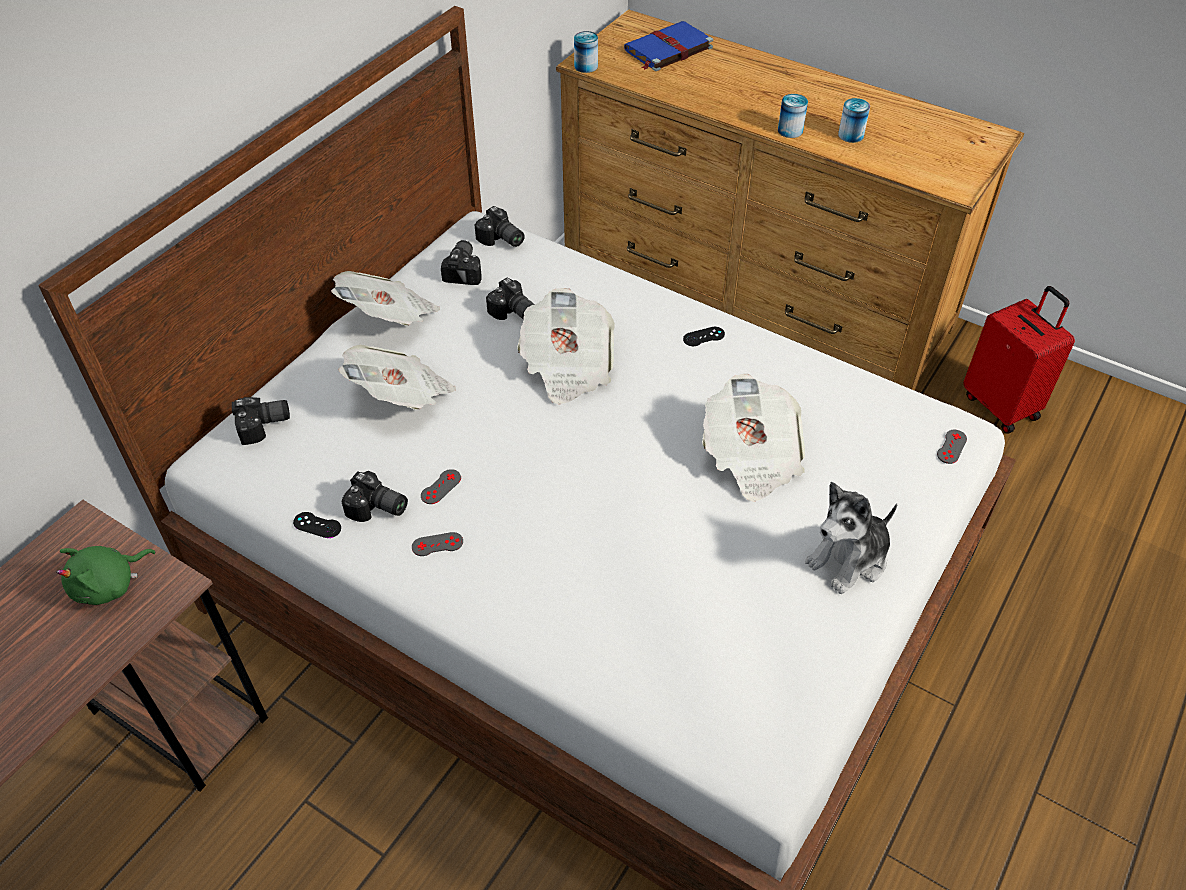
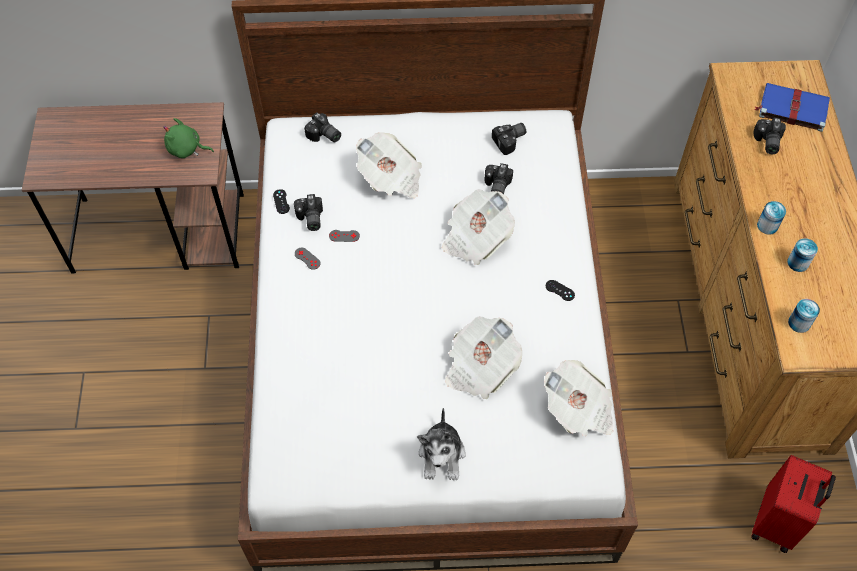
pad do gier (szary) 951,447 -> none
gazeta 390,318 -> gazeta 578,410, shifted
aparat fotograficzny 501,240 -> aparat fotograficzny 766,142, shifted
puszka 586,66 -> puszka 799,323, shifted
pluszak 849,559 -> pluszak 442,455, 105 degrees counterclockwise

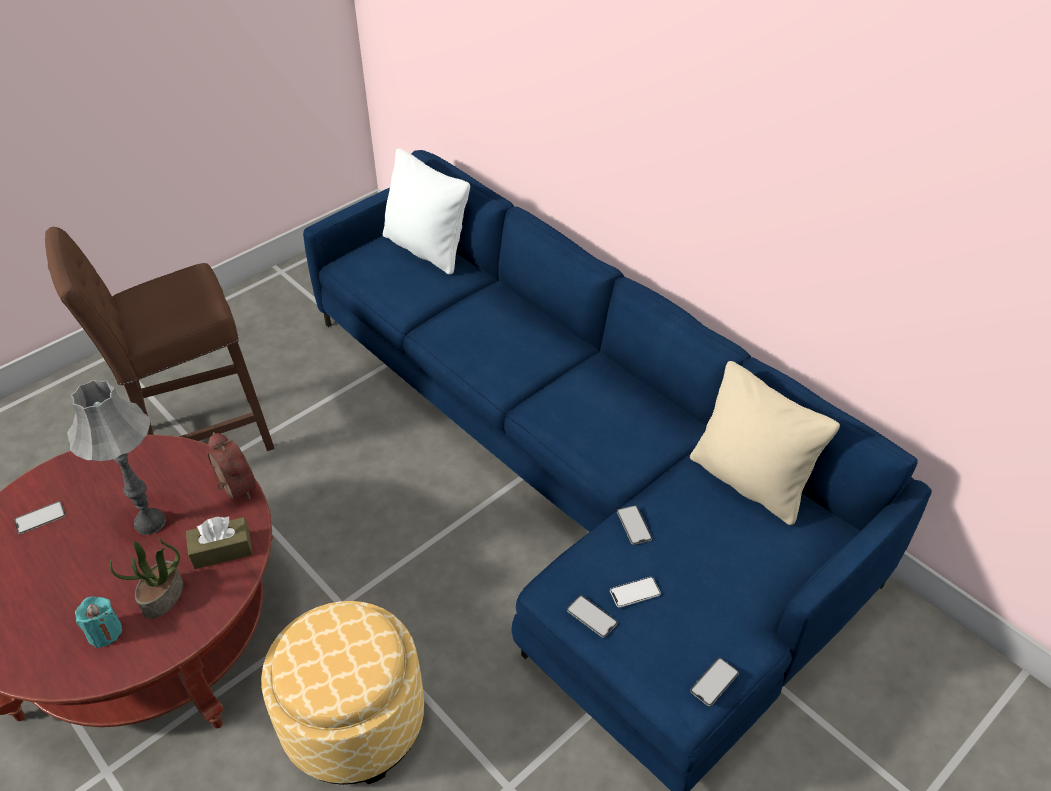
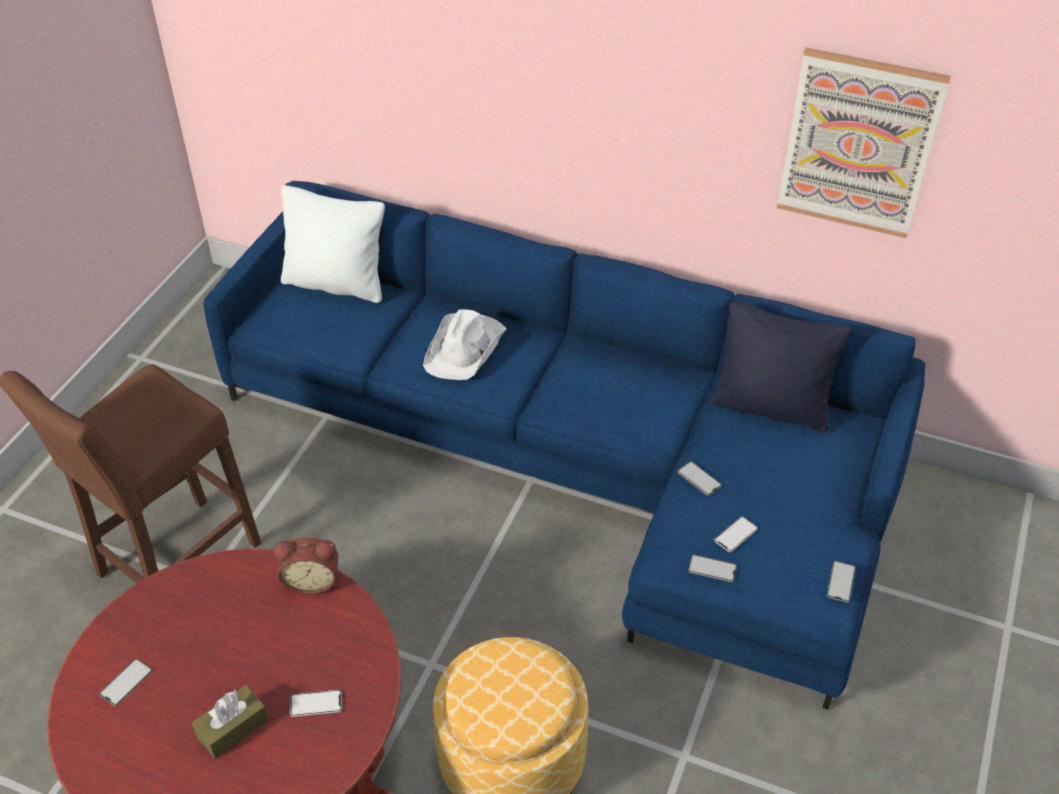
lampa stołowa (szary) 150,522 -> none
świeca (turkusowy) 105,632 -> none
none -> kapelusz (biały) 466,348
none -> obraz 858,144
pudełko chusteczek (brązowy) 222,550 -> pudełko chusteczek (brązowy) 233,728, shifted
roślina doniczkowa 163,597 -> telefon 316,704
poduszka (beżowy) 749,481 -> poduszka (czarny) 770,407
budzik 234,488 -> budzik 312,580, 150 degrees clockwise

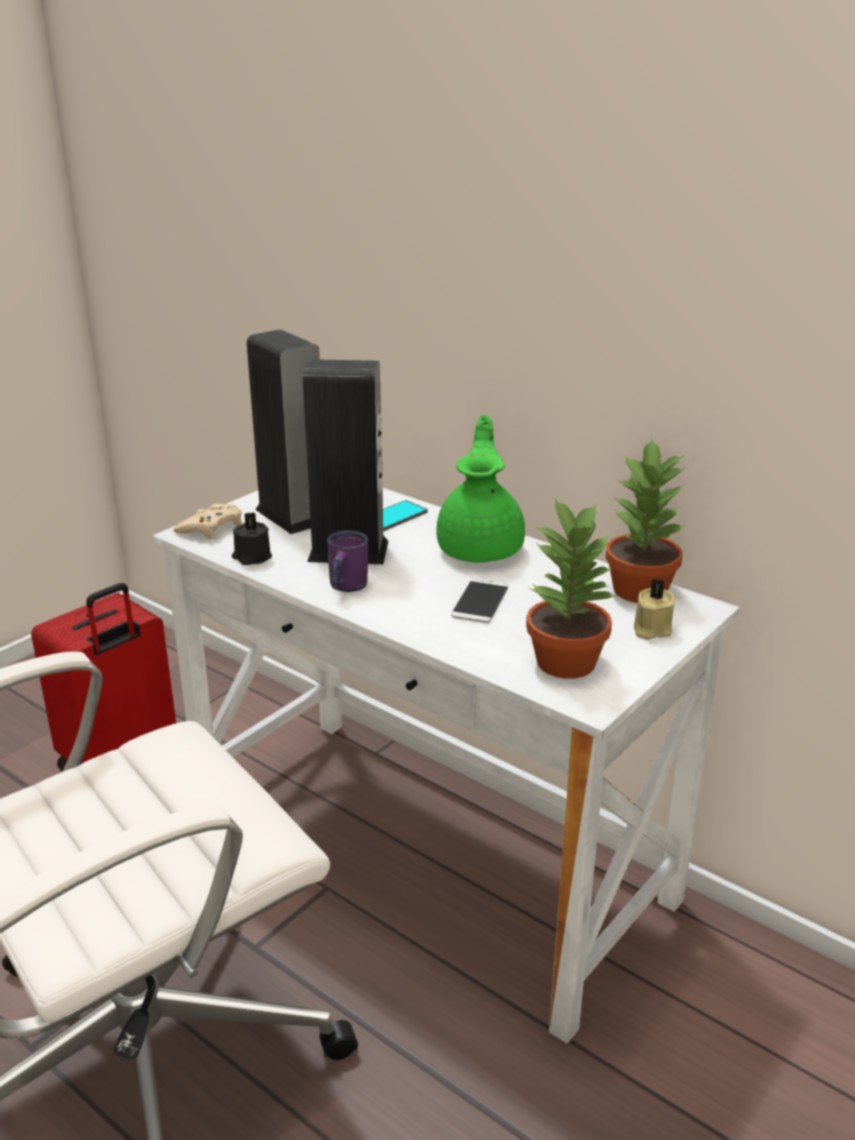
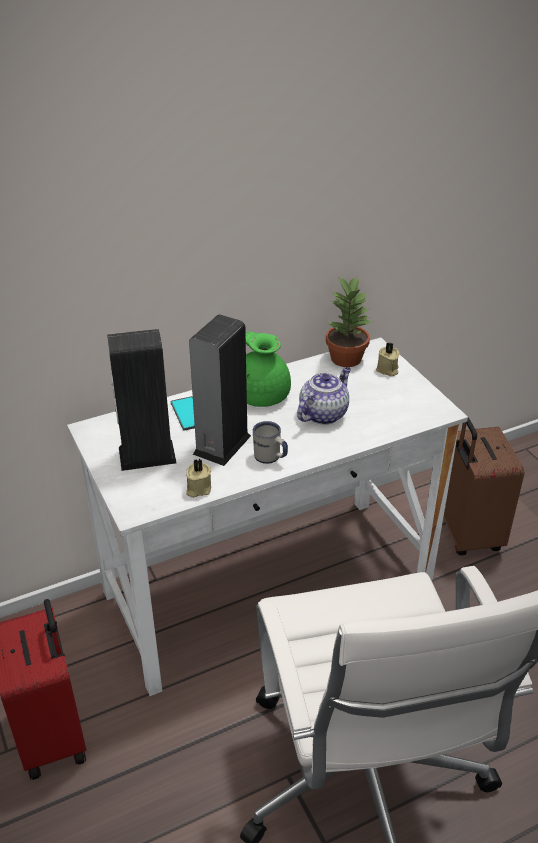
pad do gier (beżowy) 211,528 -> none
roślina doniczkowa 566,661 -> none
none -> walizka (brązowy) 467,534
telefon 480,602 -> imbryk 323,413
świeca (czarny) 251,557 -> świeca (beżowy) 198,488
kubek (fioletowy) 345,587 -> kubek (biały) 270,458

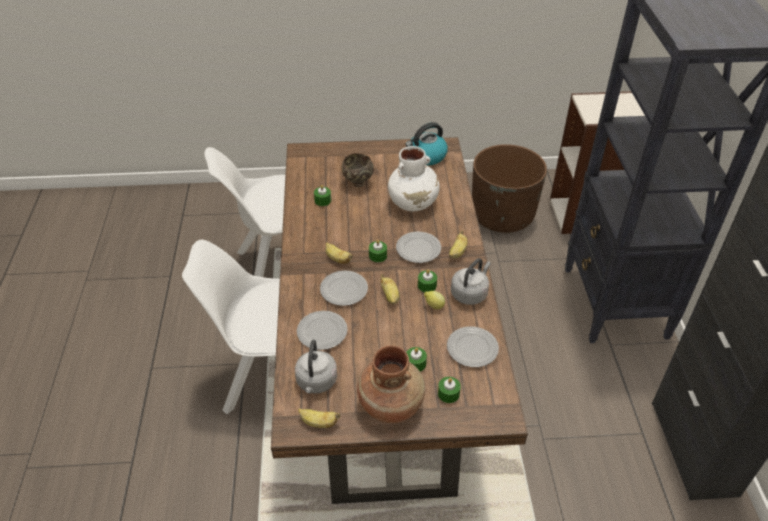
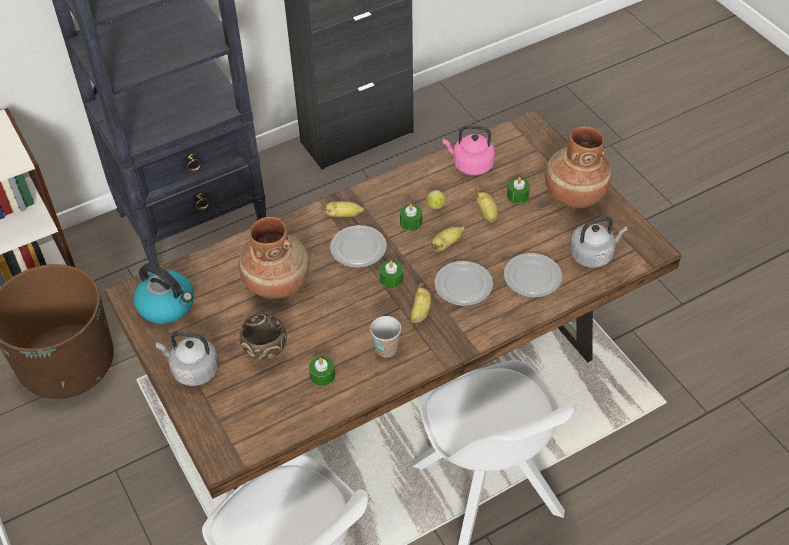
świeca (zielony) 448,394 -> none
none -> filiżanka 386,349
banan 318,423 -> banan 487,214, shifted
czajnik (szary) 470,293 -> czajnik (szary) 193,370, shifted
talerz 472,348 -> czajnik (różowy) 470,165
wazon (biały) 413,203 -> wazon (brązowy) 277,282

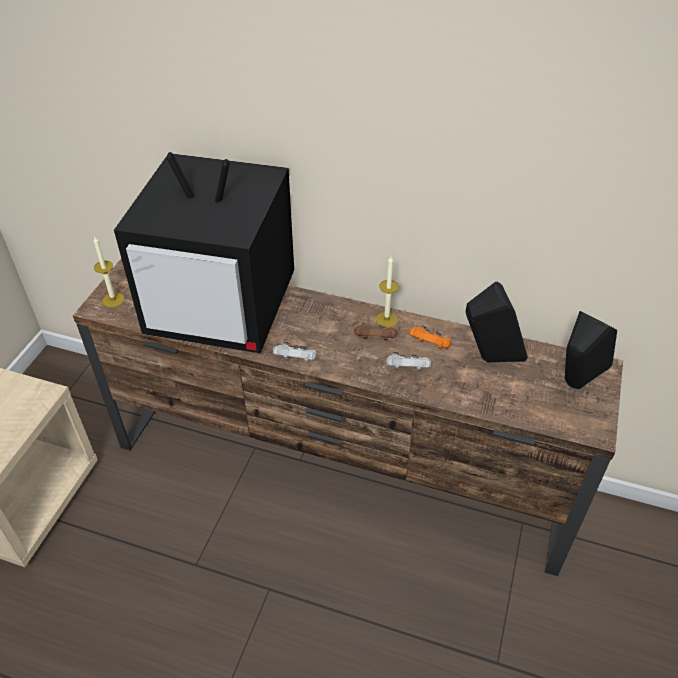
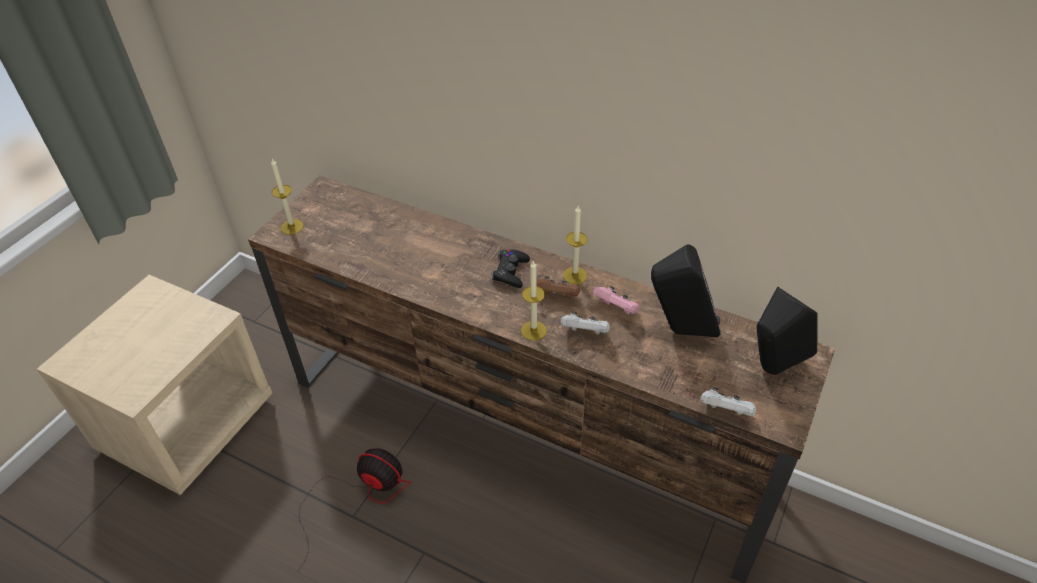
telewizor 225,309 -> none
none -> wentylator 360,496
none -> pad do gier (czarny) 510,272
none -> świeca 533,330
pad do gier (biały) 296,361 -> pad do gier (biały) 725,412, shifted
pad do gier (pomarańczowy) 430,346 -> pad do gier (różowy) 616,309

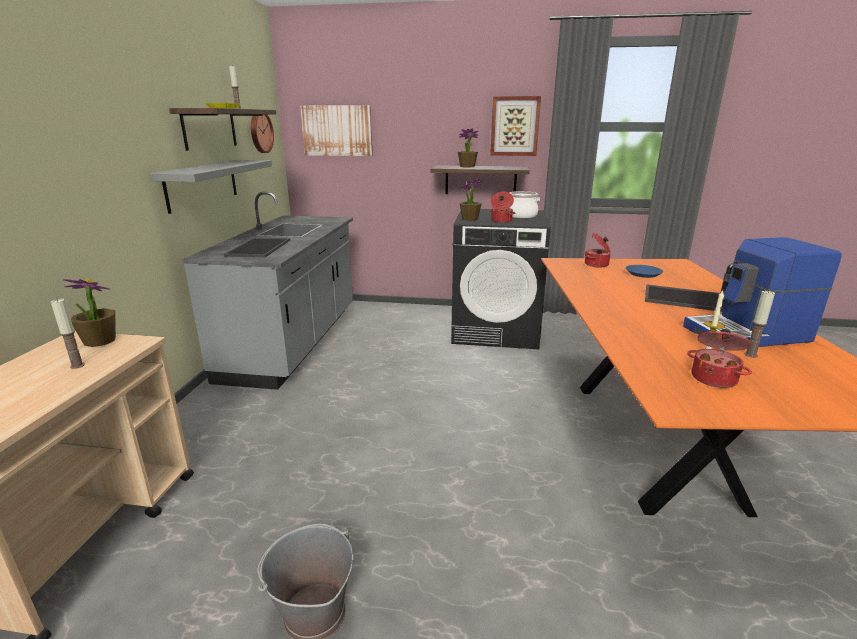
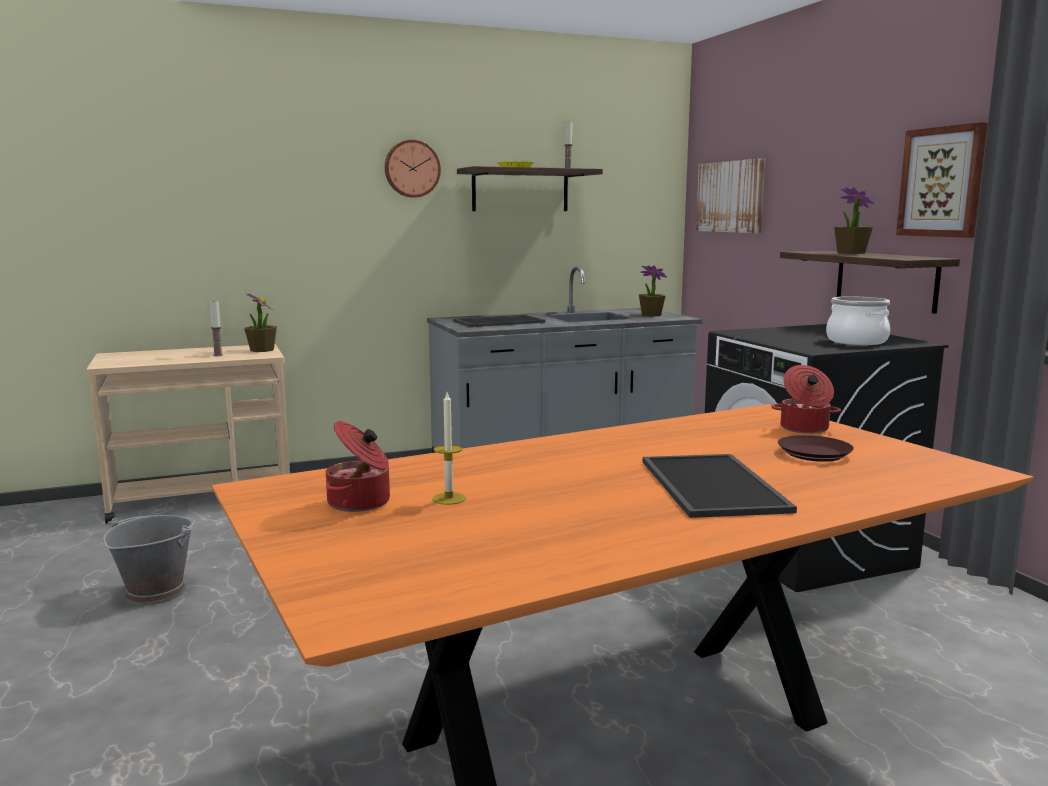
półka (szary) 202,184 -> none
garnek 501,221 -> none
ekspres do kawy 748,334 -> none
świeca 750,355 -> none
zegar ścienny 260,132 -> zegar ścienny 412,169, shifted
roślina doniczkowa 469,219 -> roślina doniczkowa 651,315, shifted
talerz (niebieski) 643,273 -> talerz (brązowy) 815,454

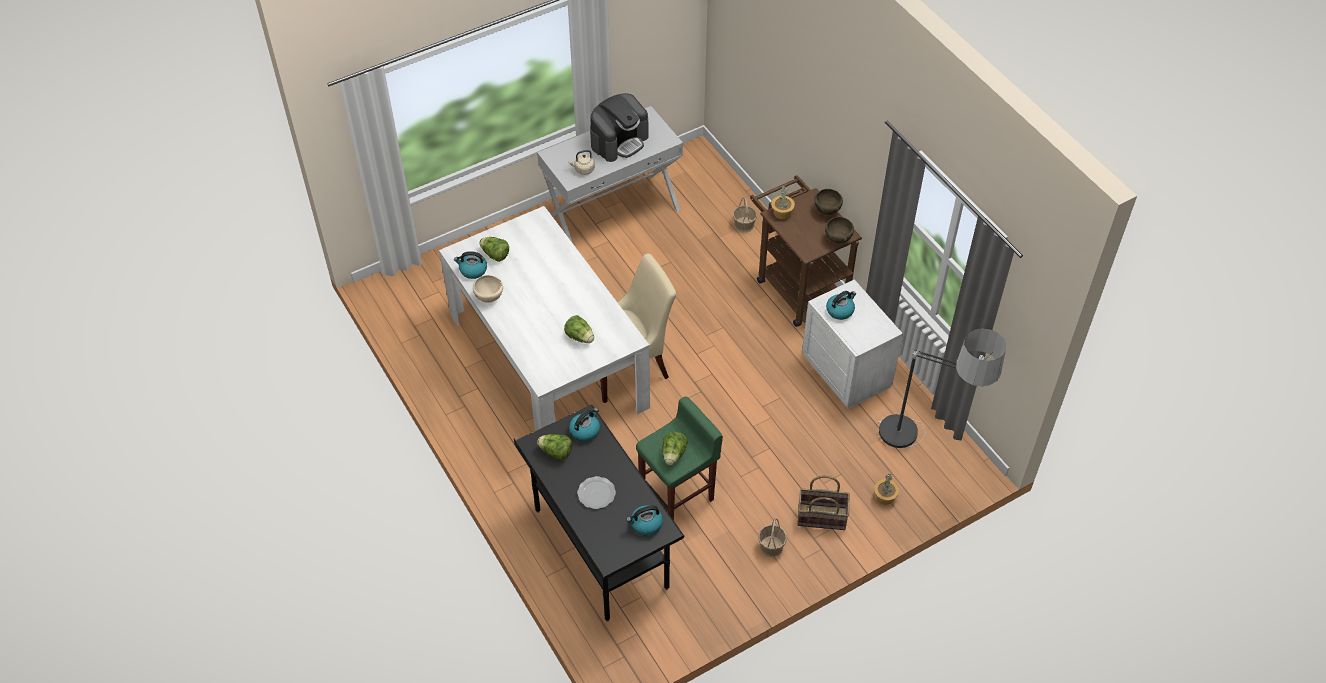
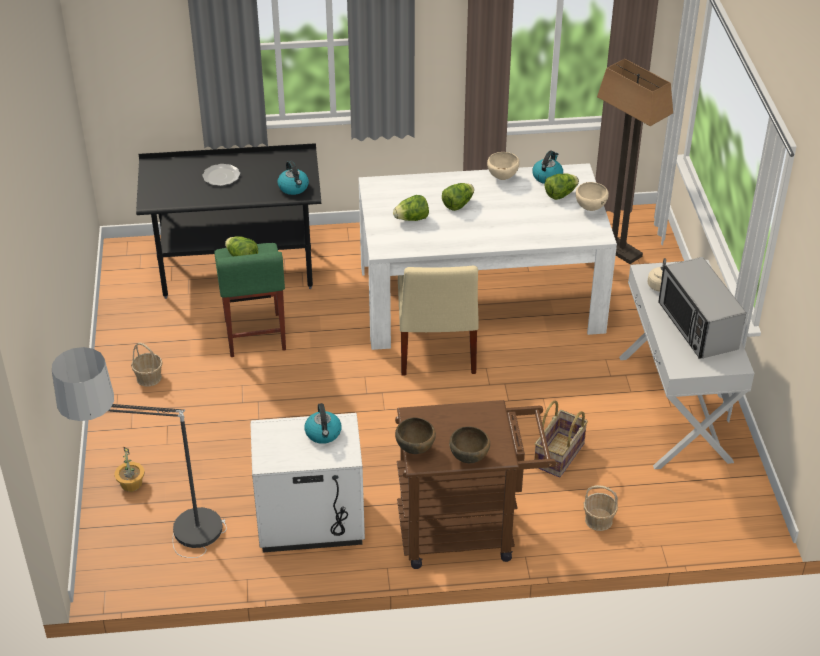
czajnik 646,524 -> none
roślina doniczkowa 782,213 -> none
none -> miska (beżowy) 590,208
none -> lampa stojąca 618,249
sałata 556,452 -> sałata 458,204, shifted
koszyk 822,516 -> koszyk 559,455, shifted
ekspres do kawy 619,141 -> mikrofalówka 697,326

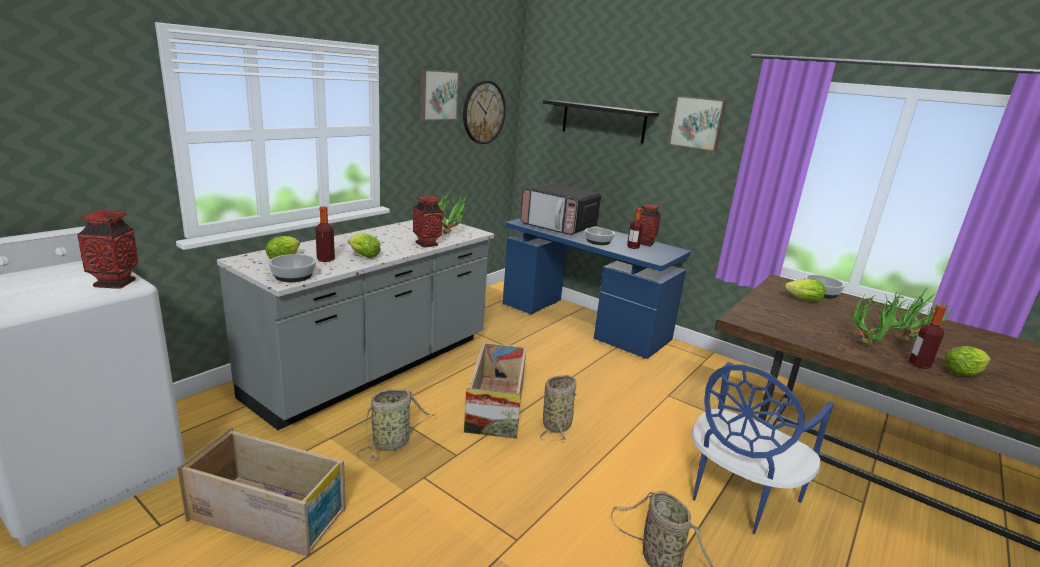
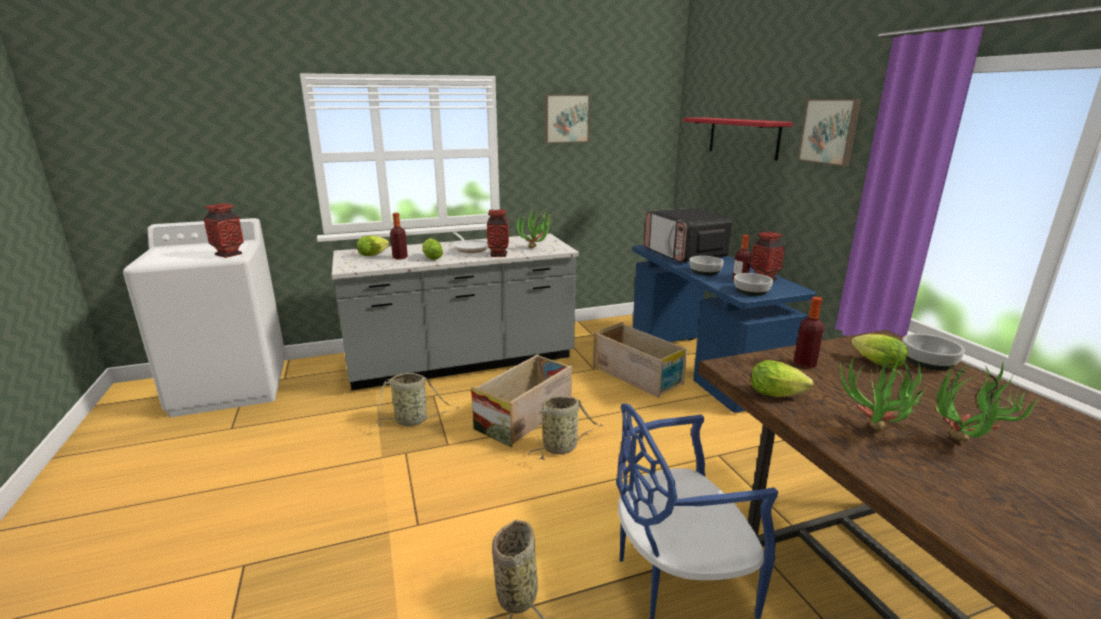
zegar ścienny 483,112 -> none
none -> patelnia 471,248
skrzynka 270,514 -> skrzynka 638,376, shifted
miska 293,276 -> miska 751,291, shifted
butelka 919,364 -> butelka 805,363, shifted
sałata 964,373 -> sałata 779,395, shifted
półka (czarny) 603,121 -> półka (czerwony) 743,137

